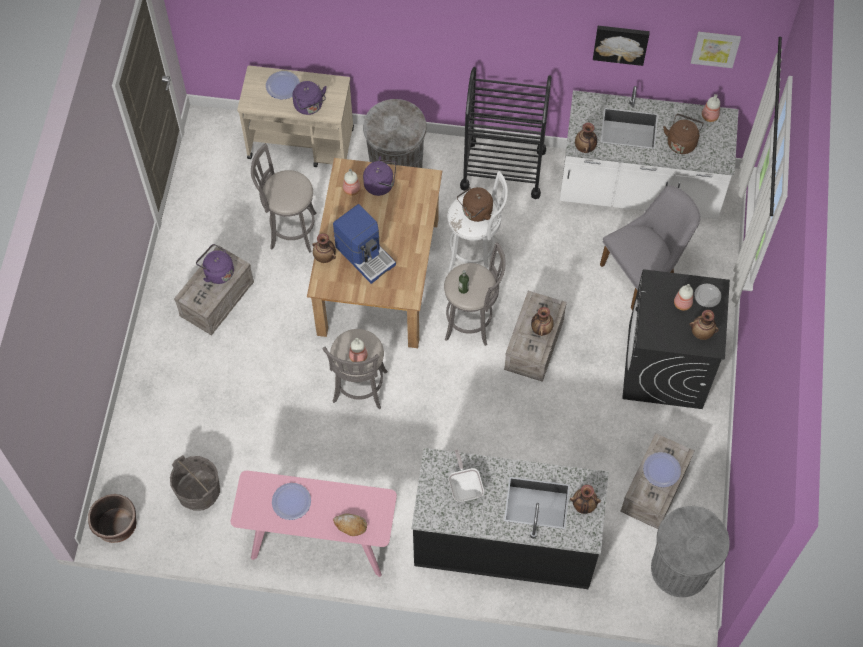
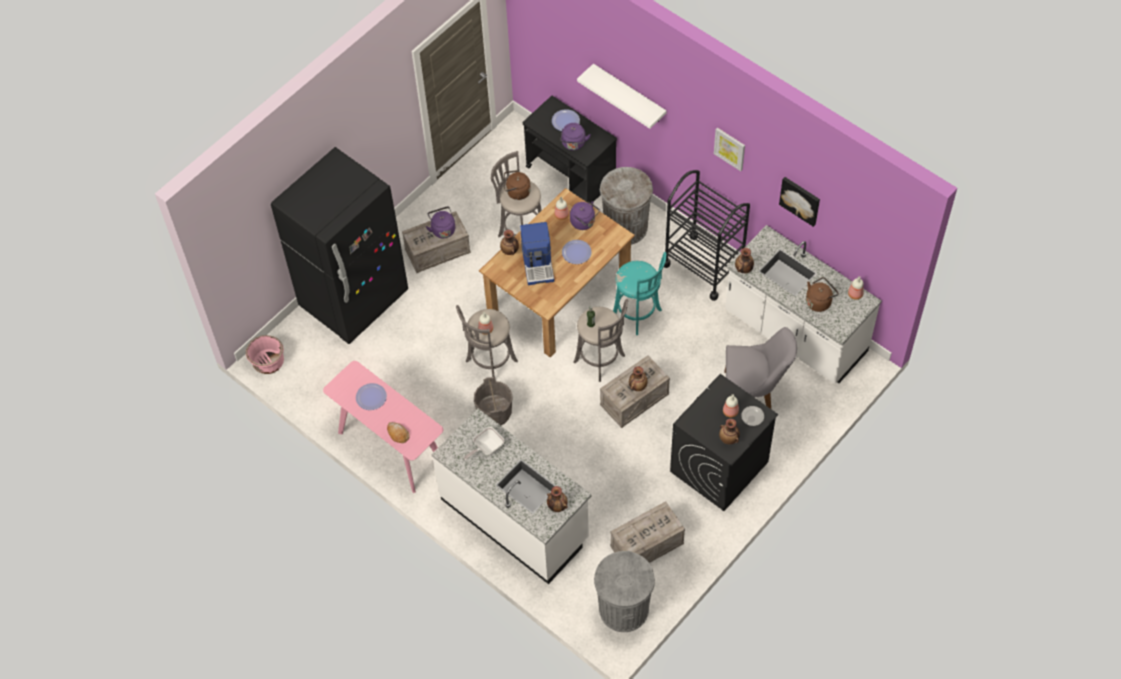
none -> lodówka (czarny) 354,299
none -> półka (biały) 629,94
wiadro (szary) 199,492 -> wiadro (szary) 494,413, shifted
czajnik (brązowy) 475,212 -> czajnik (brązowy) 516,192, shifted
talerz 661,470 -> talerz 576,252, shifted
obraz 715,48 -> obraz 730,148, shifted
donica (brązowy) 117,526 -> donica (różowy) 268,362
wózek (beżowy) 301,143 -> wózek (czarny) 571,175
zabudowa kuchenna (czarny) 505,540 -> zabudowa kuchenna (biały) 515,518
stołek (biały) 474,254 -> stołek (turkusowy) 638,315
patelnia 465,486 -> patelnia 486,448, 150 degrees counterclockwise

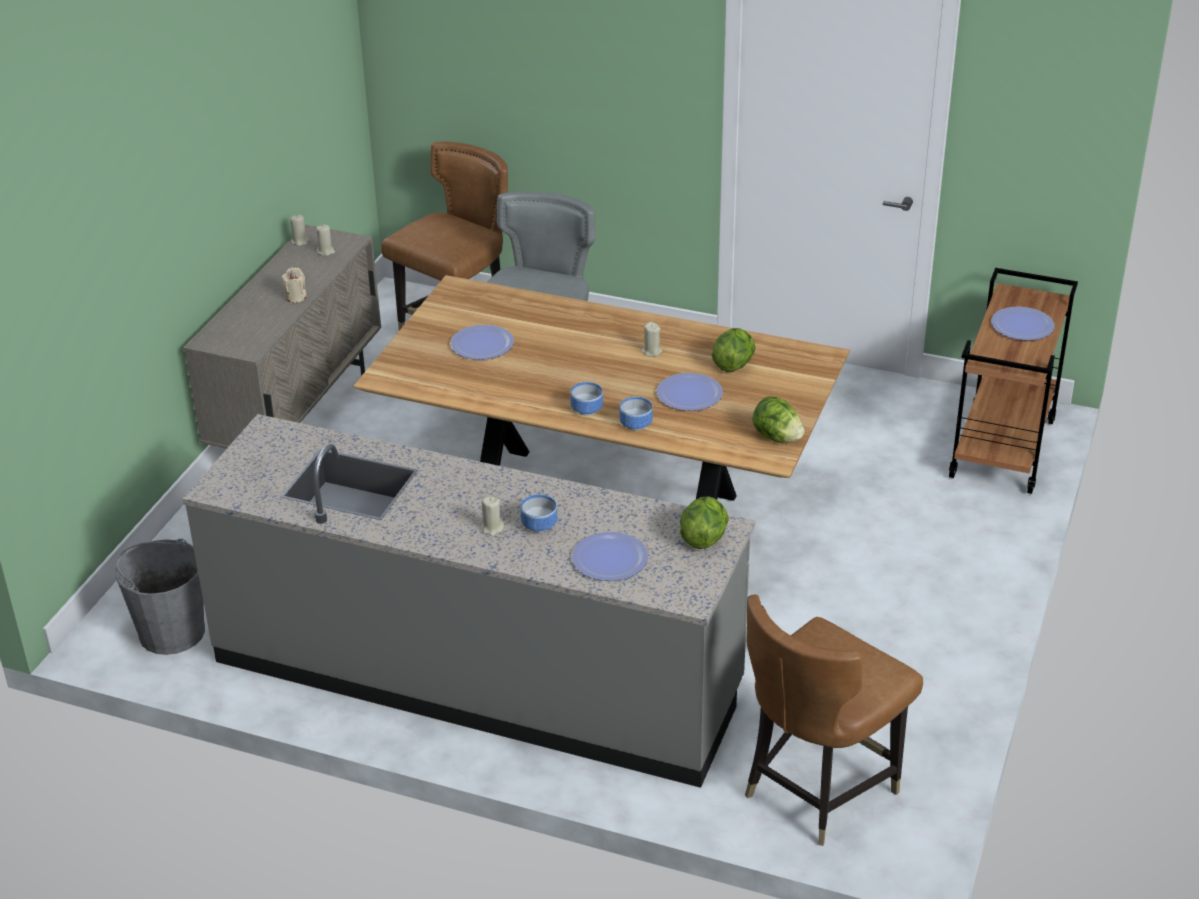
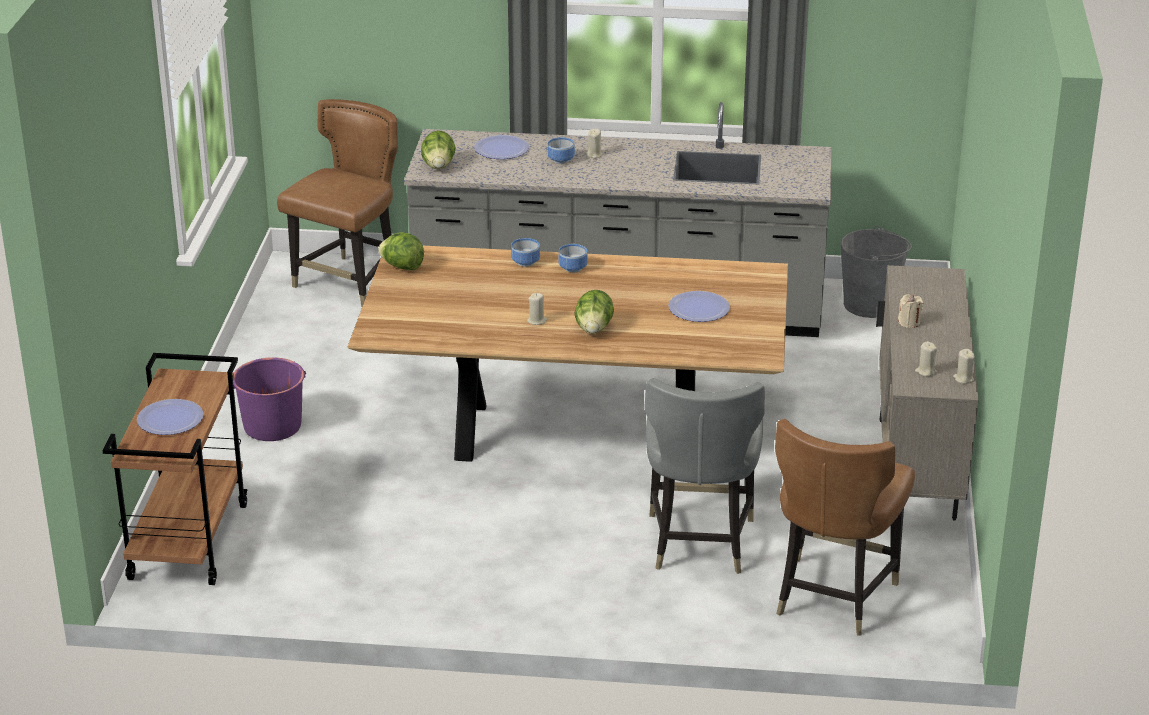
talerz 689,394 -> none
none -> wiadro (fioletowy) 272,425
sałata 733,364 -> sałata 594,329, shifted

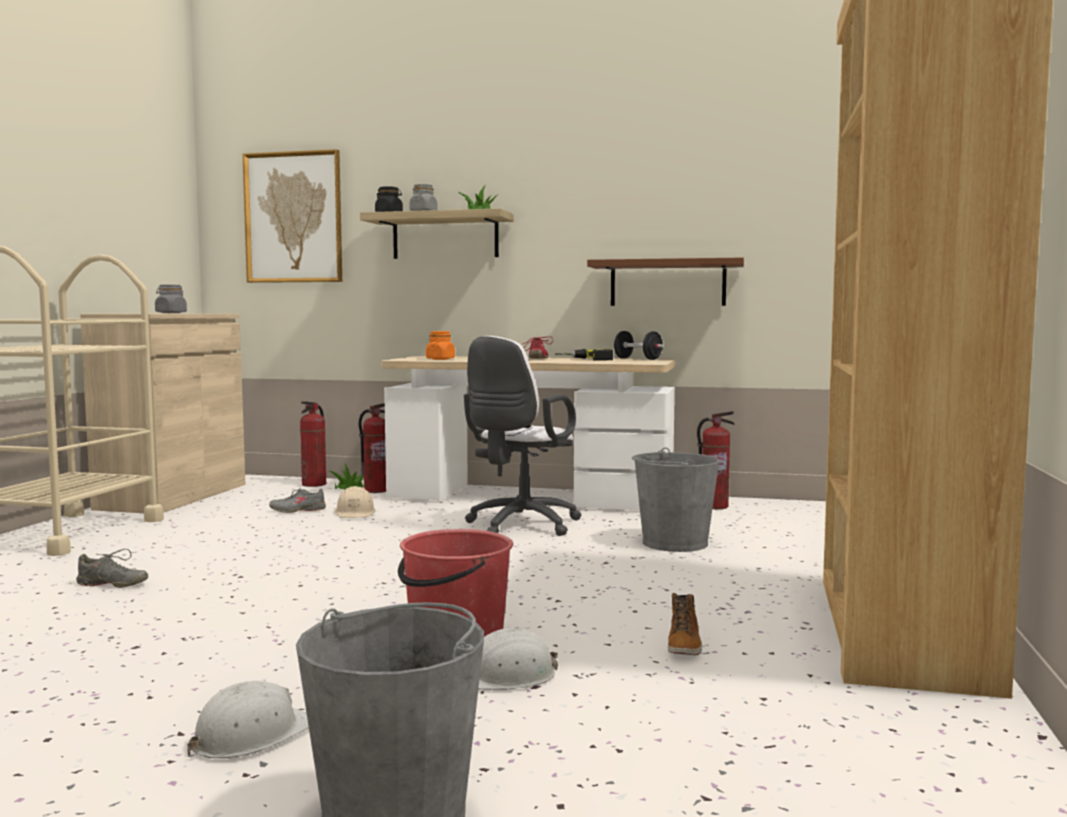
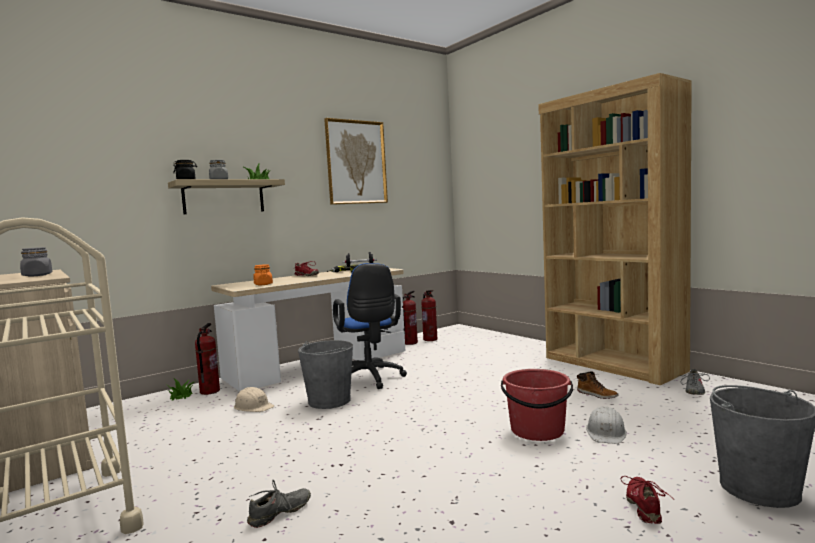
półka (brązowy) 667,283 -> none
obraz 293,217 -> obraz 356,162, shifted
but (szary) 298,510 -> but (szary) 693,390, shifted
gaśnica 314,484 -> gaśnica 430,339, shifted
wiadro (szary) 674,543 -> wiadro (szary) 329,401, shifted
kask (biały) 251,736 -> but (czerwony) 645,506
krzesło biurowe (biały) 519,526 -> krzesło biurowe (niebieski) 370,379

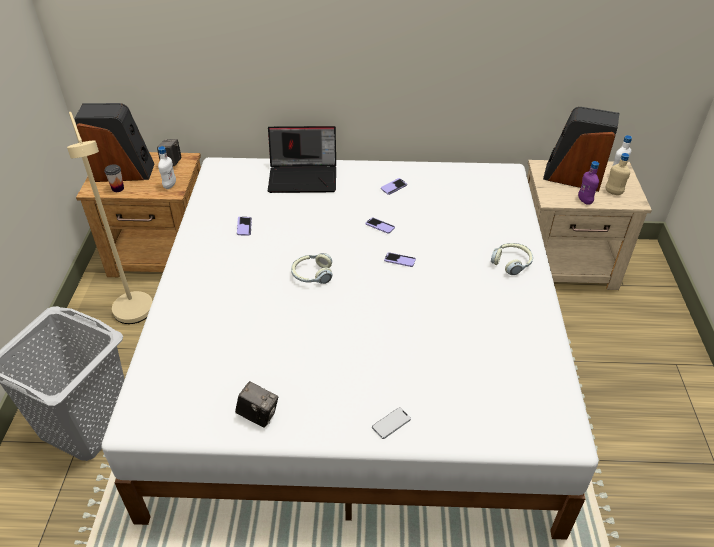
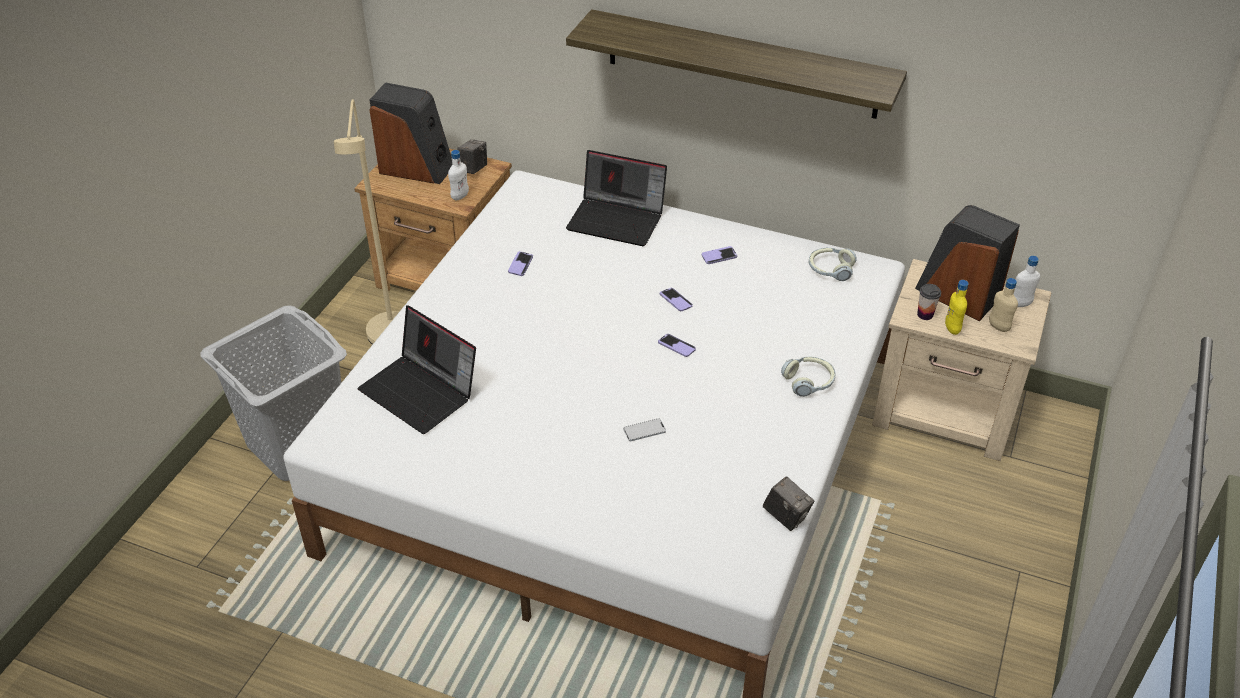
none -> laptop 421,392
none -> półka 741,64
filiżanka 118,188 -> filiżanka 925,314, shifted
aparat fotograficzny 258,415 -> aparat fotograficzny 786,516, shifted
słuchawki 312,275 -> słuchawki 830,269, shifted
telefon 391,423 -> telefon 644,430, shifted
butelka (fioletowy) 584,201 -> butelka (żółty) 952,328

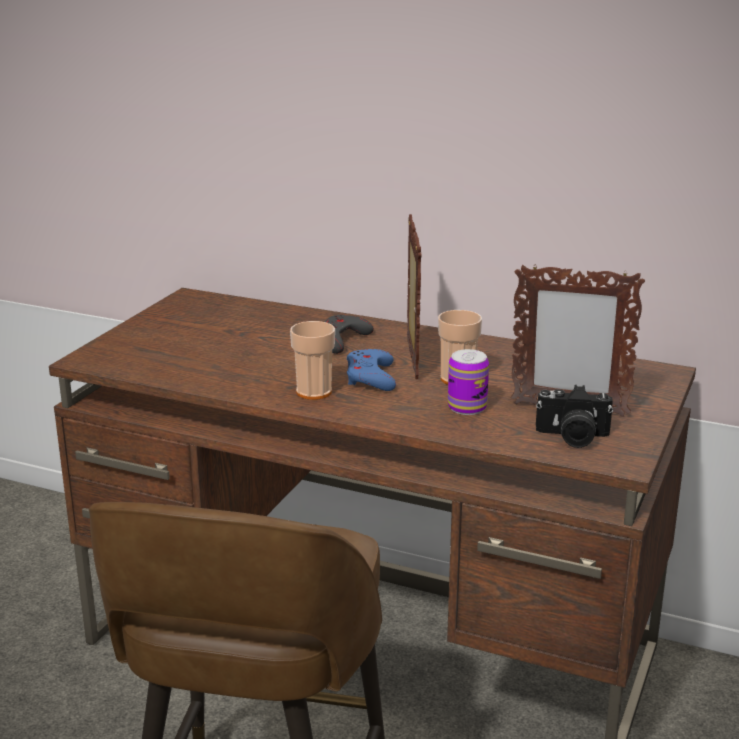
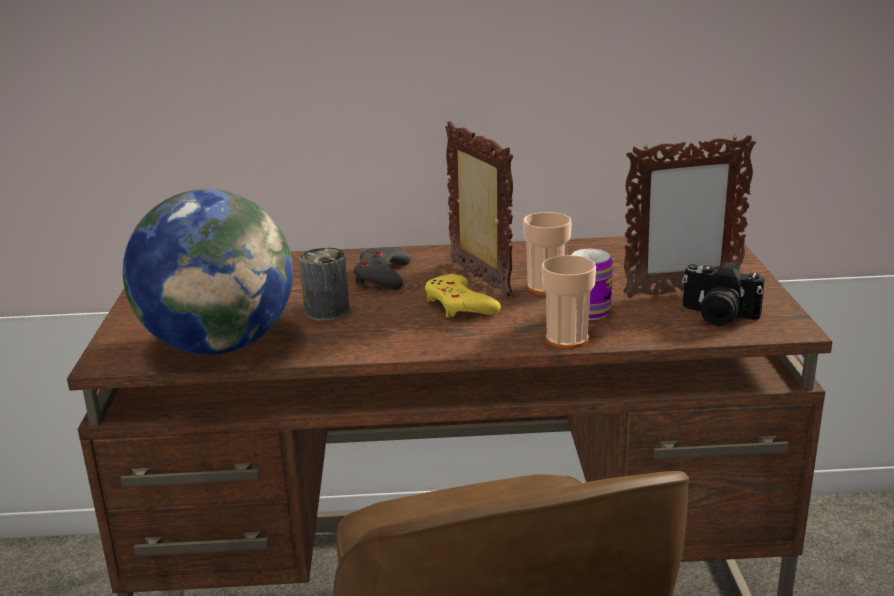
none -> globus 220,345
none -> puszka 327,311
filiżanka 314,392 -> filiżanka 567,339, shifted
pad do gier (niebieski) 370,377 -> pad do gier (żółty) 459,305
aparat fotograficzny 572,437 -> aparat fotograficzny 717,316, 45 degrees clockwise

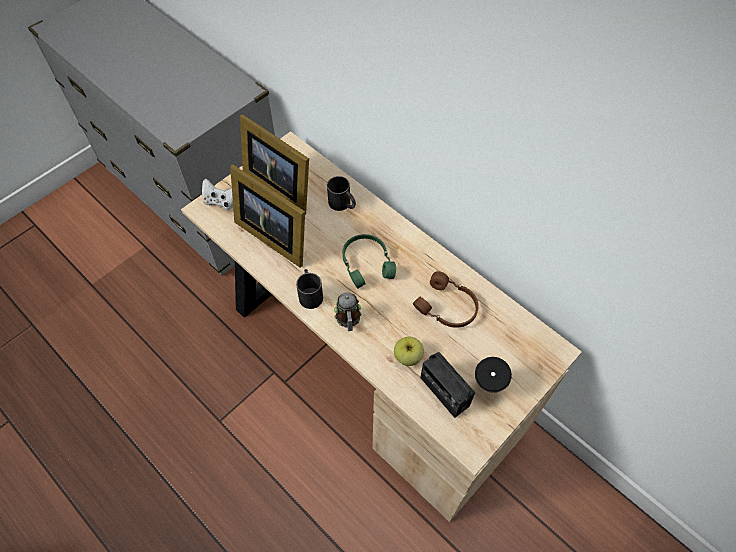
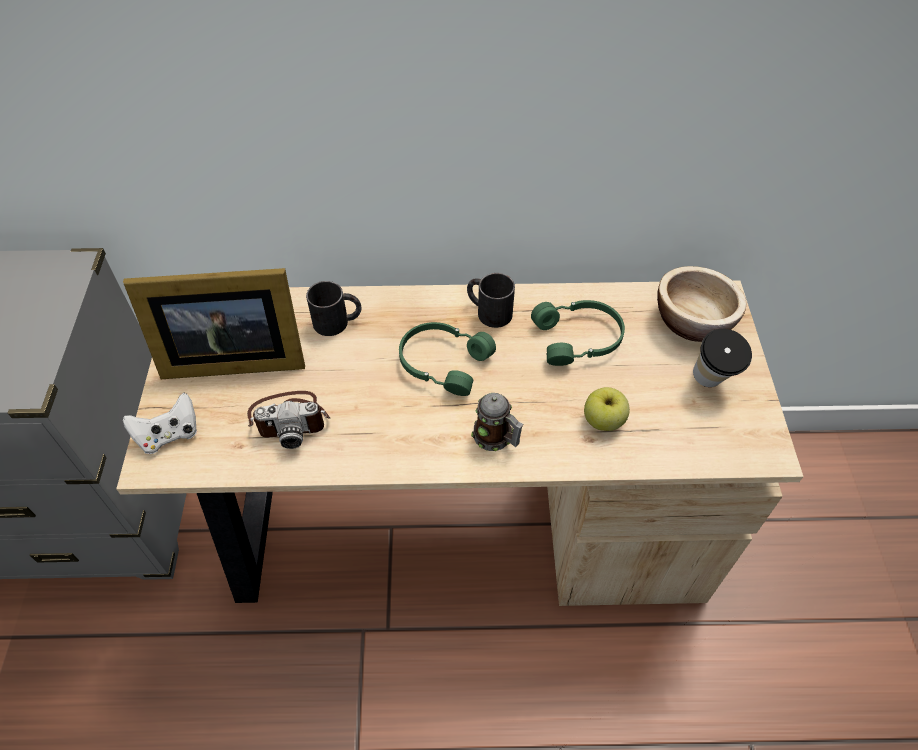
radio 444,392 -> none
none -> miska 692,320
kubek (czarny) 310,293 -> kubek (czarny) 488,311, shifted
ramka na zdjęcie 273,234 -> aparat fotograficzny 290,418
słuchawki (brązowy) 447,307 -> słuchawki (zielony) 579,339

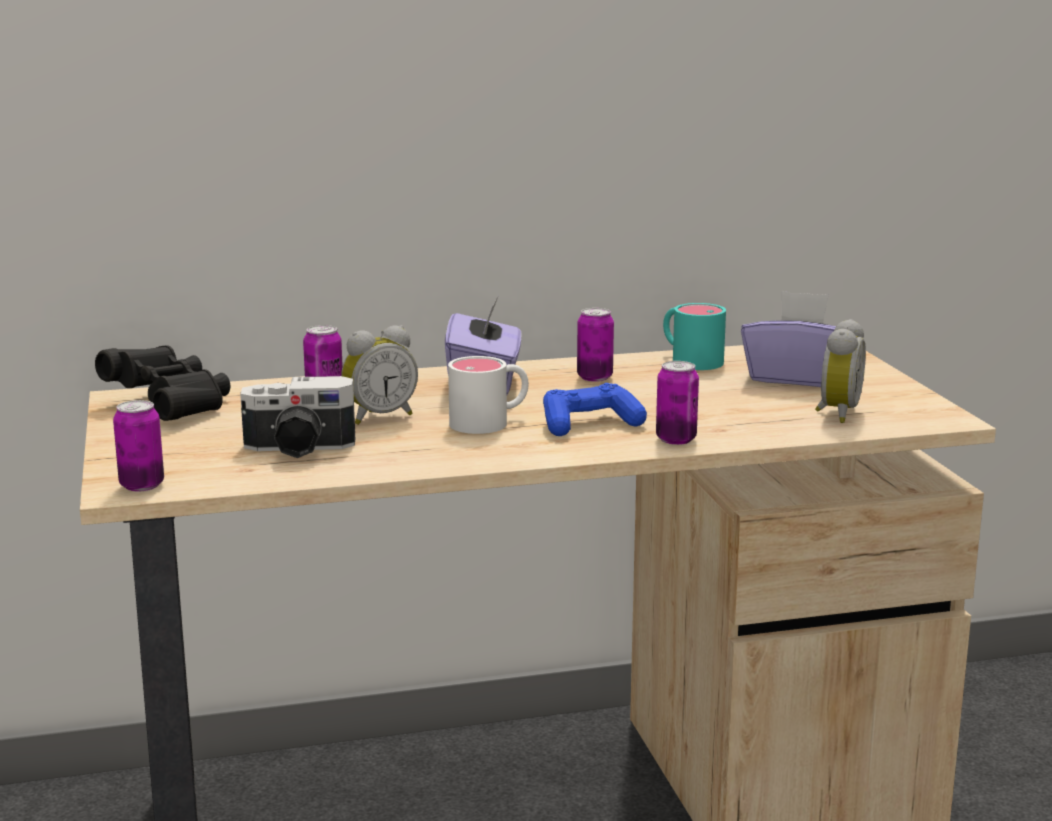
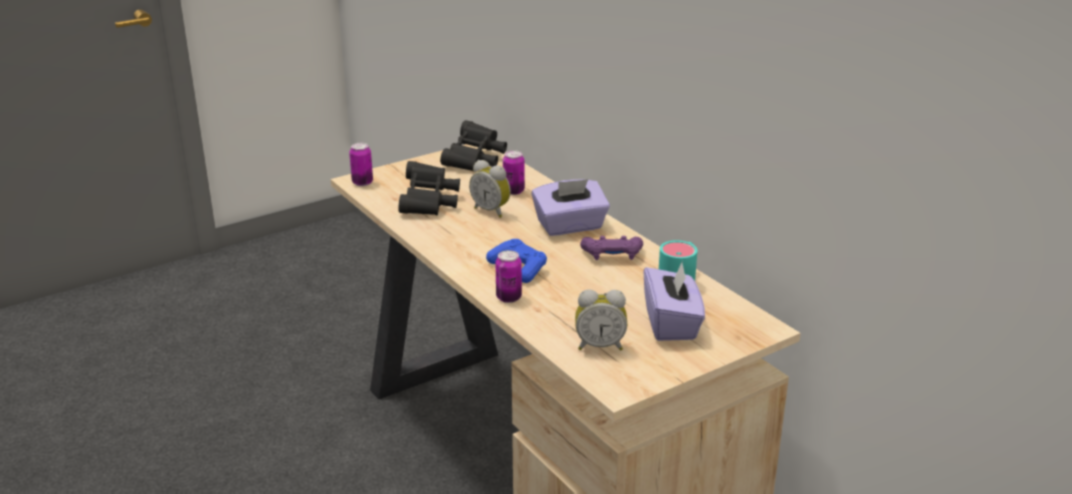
kubek (biały) 490,422 -> none
aparat fotograficzny 299,449 -> lornetka (czarny) 429,203
puszka 594,377 -> pad do gier (fioletowy) 612,255

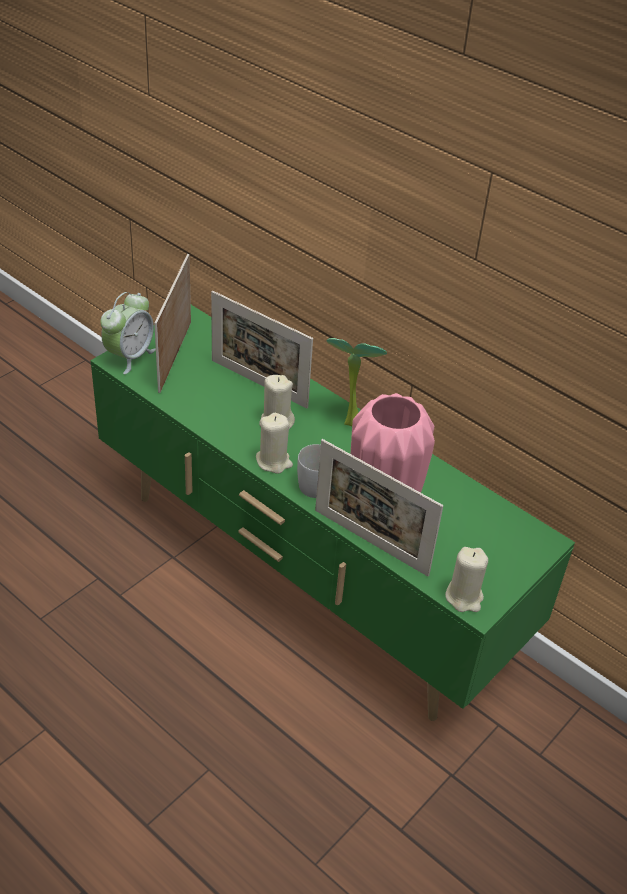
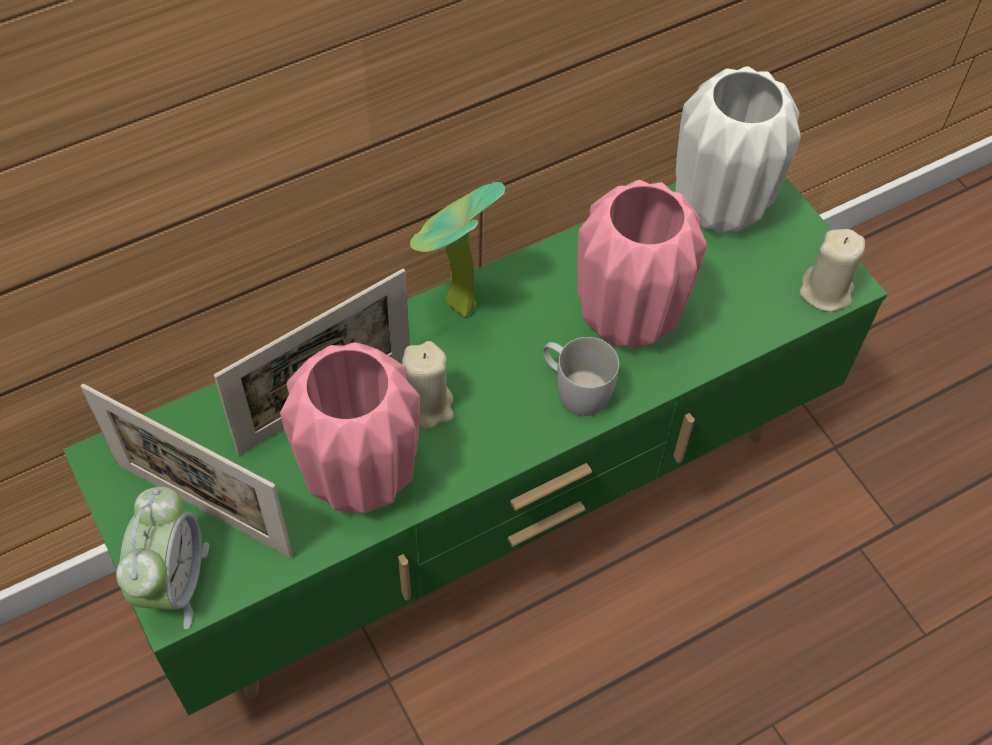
świeca (beżowy) 274,461 -> none
ramka na zdjęcie 370,542 -> none
none -> wazon (różowy) 360,478
none -> wazon (biały) 720,206
budzik 129,356 -> budzik 173,582, 45 degrees clockwise

